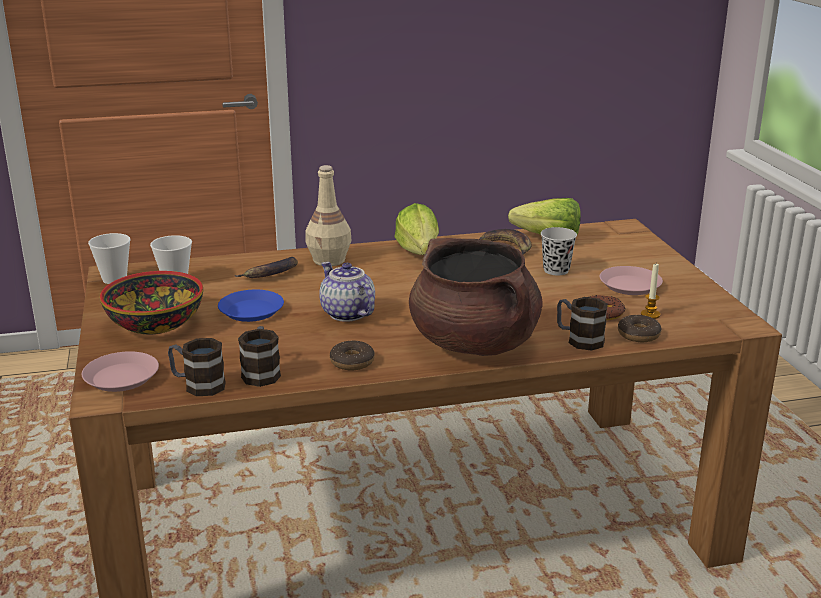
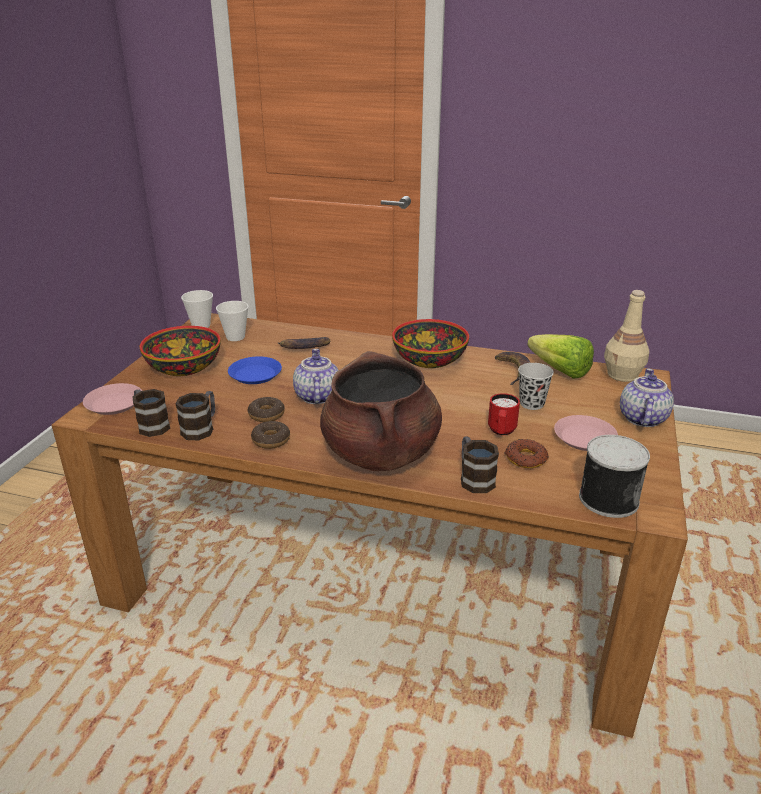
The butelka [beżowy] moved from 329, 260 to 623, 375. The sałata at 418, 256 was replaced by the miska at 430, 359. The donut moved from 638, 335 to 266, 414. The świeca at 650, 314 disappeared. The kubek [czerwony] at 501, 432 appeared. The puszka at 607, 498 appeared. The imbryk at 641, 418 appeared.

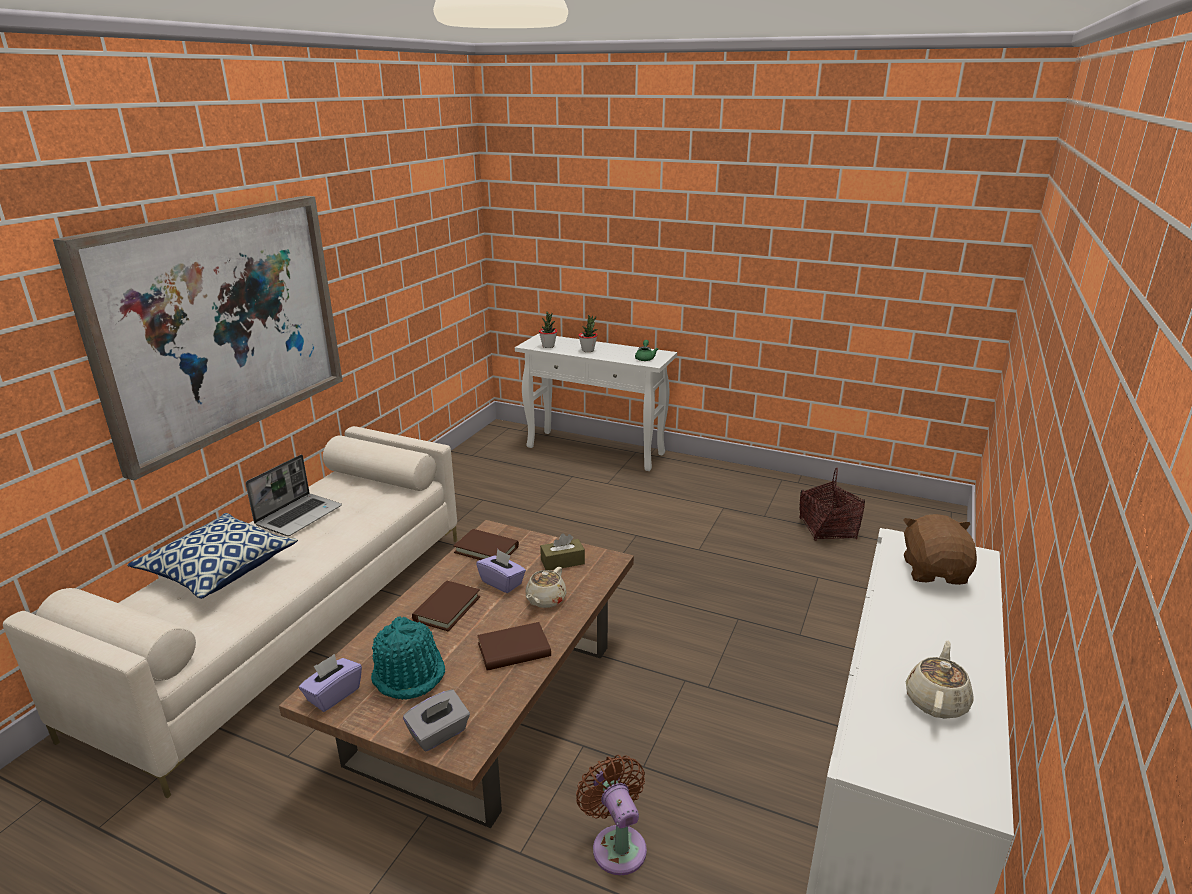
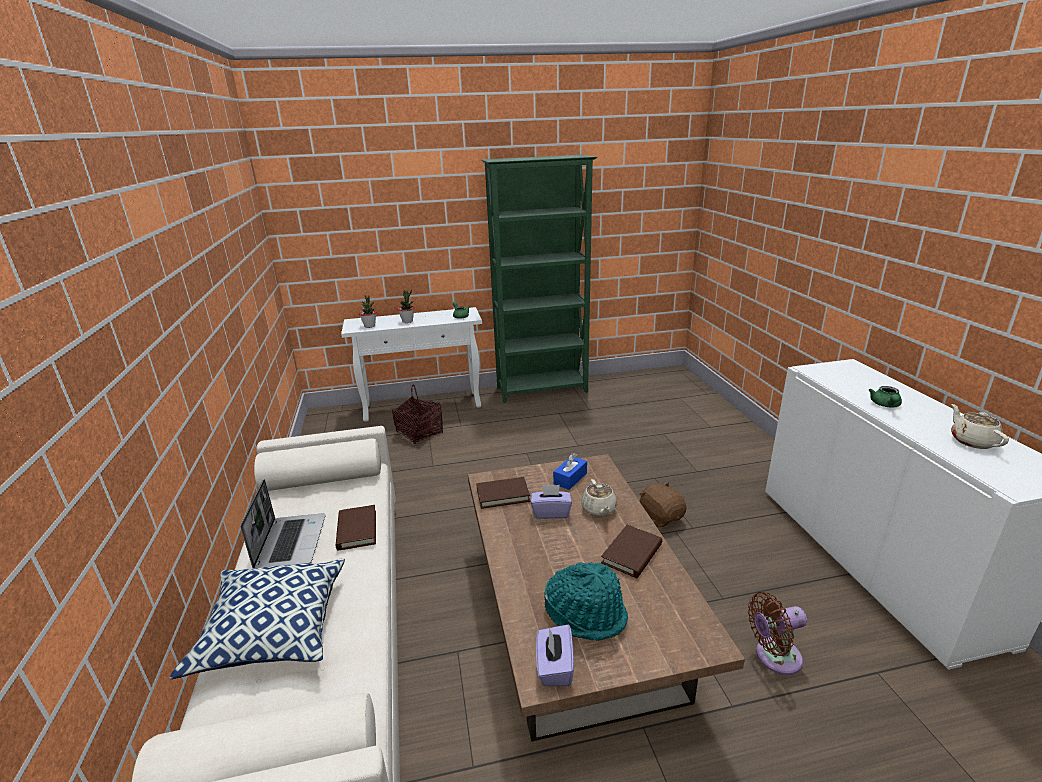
The obraz at 221, 324 disappeared. The pudełko chusteczek [szary] at 439, 734 disappeared. The książka [brązowy] moved from 447, 608 to 357, 530. The pudełko chusteczek [brązowy] at 562, 562 became the pudełko chusteczek [niebieski] at 570, 478. The wentylator [brązowy] at 617, 844 turned 45 degrees counterclockwise. The koszyk moved from 827, 529 to 419, 433. The pluszak [brązowy] moved from 934, 572 to 661, 517. The regał [zielony] at 543, 390 appeared. The imbryk [zielony] at 885, 405 appeared.

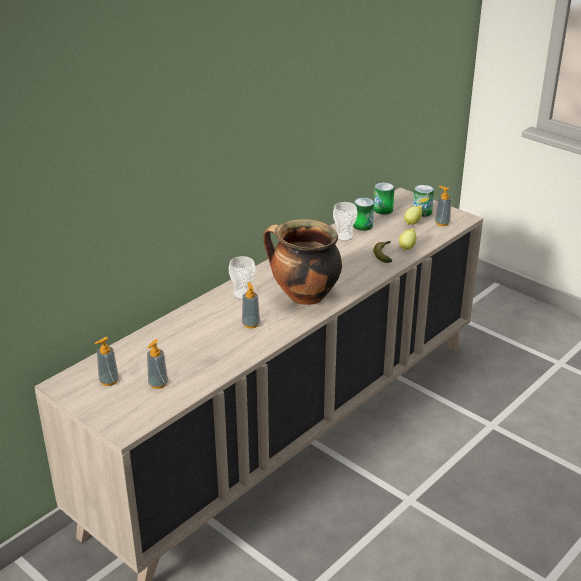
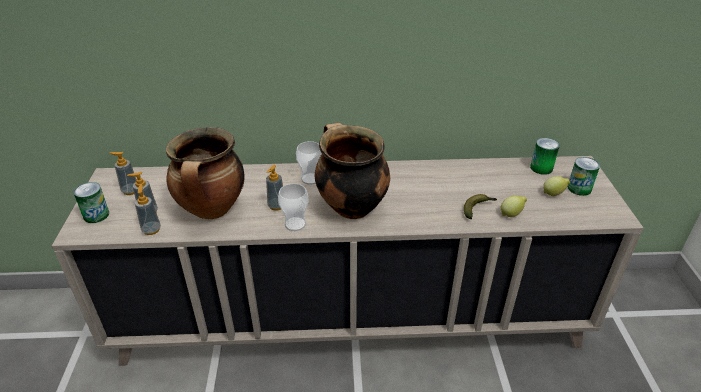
The filiżanka moved from 344, 237 to 295, 224. The puszka moved from 362, 225 to 96, 215. The dozownik mydła moved from 442, 223 to 151, 230. The garnek at 212, 210 appeared.

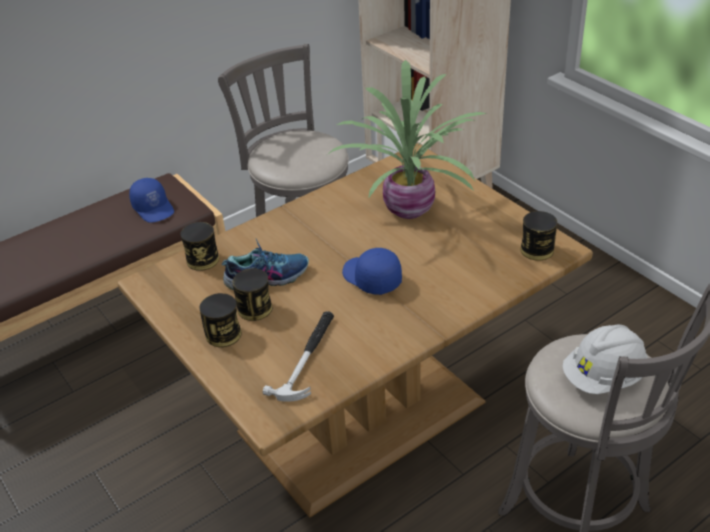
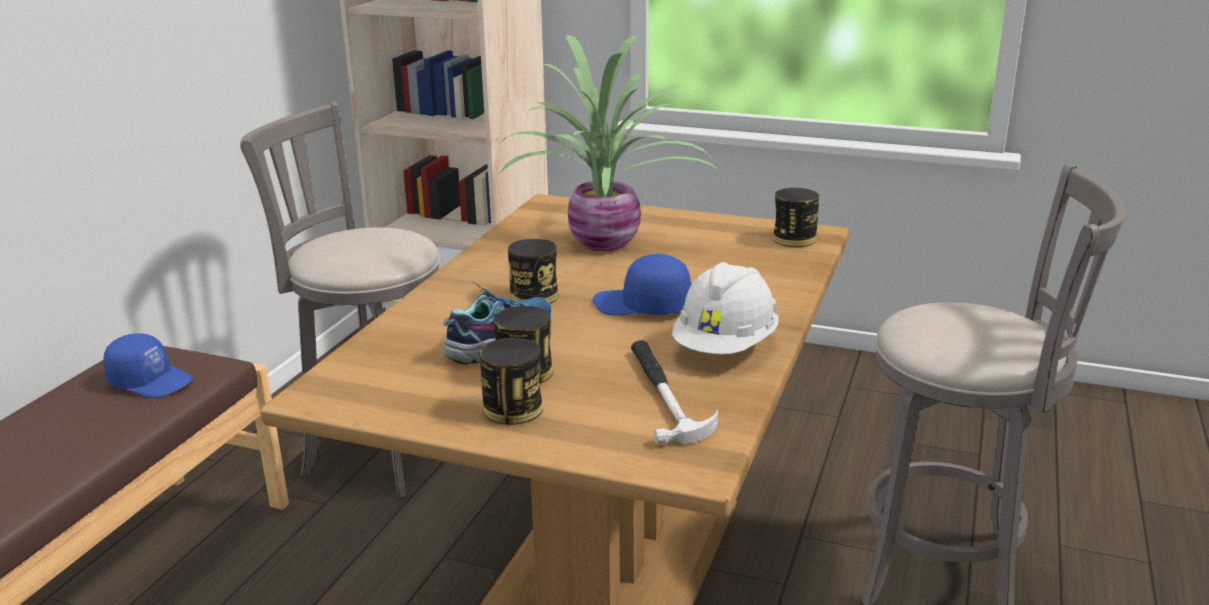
The puszka moved from 202, 260 to 534, 296. The kask [biały] moved from 604, 377 to 725, 347.

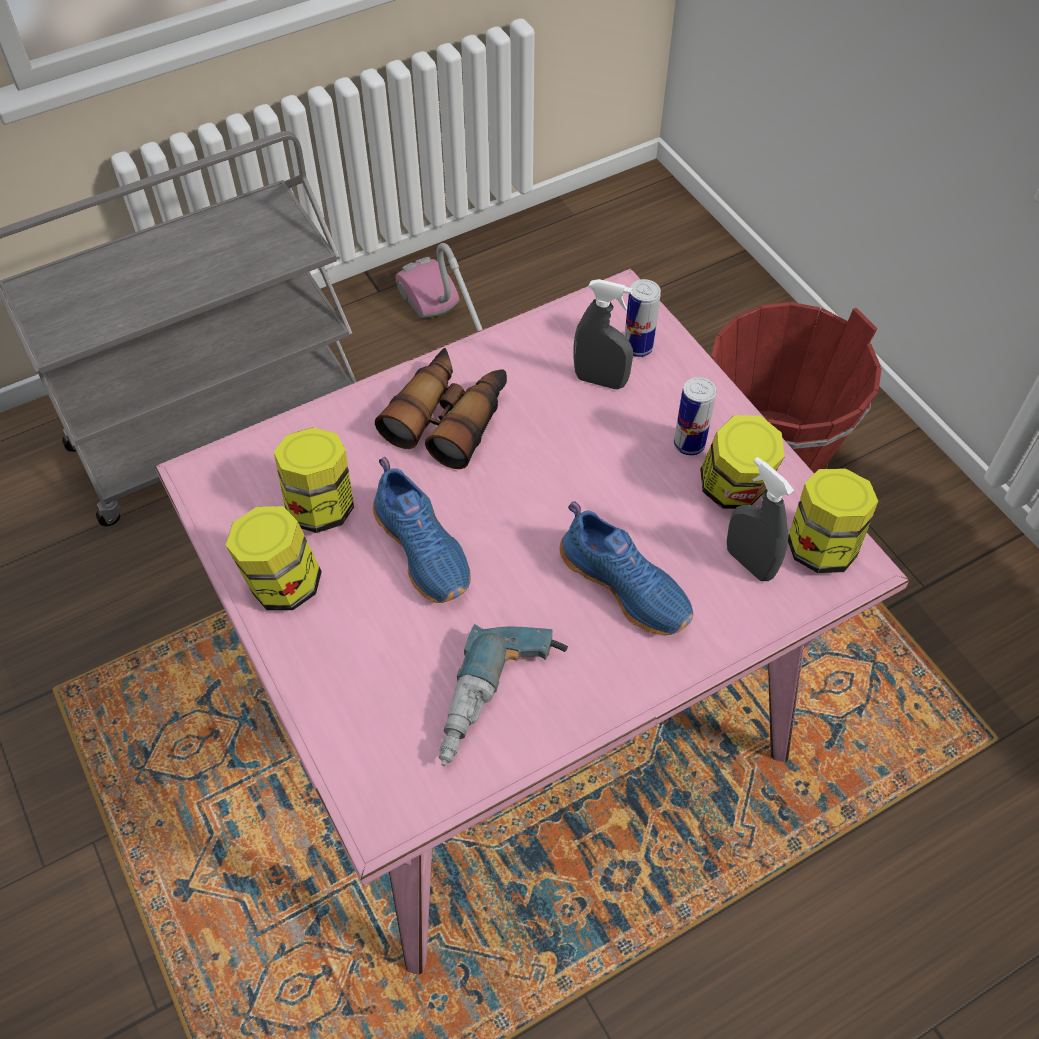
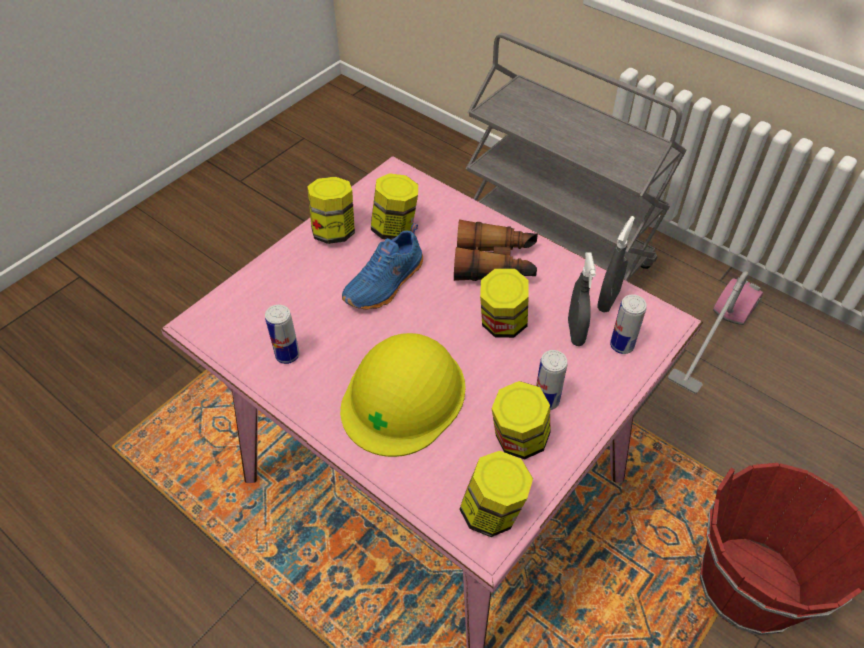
The wiertarka at 501, 705 was replaced by the puszka at 287, 355. The but [niebieski] at 627, 584 was replaced by the kask [żółty] at 404, 396. The spryskiwacz [szary] moved from 749, 562 to 608, 300. The słoik at 502, 324 appeared.

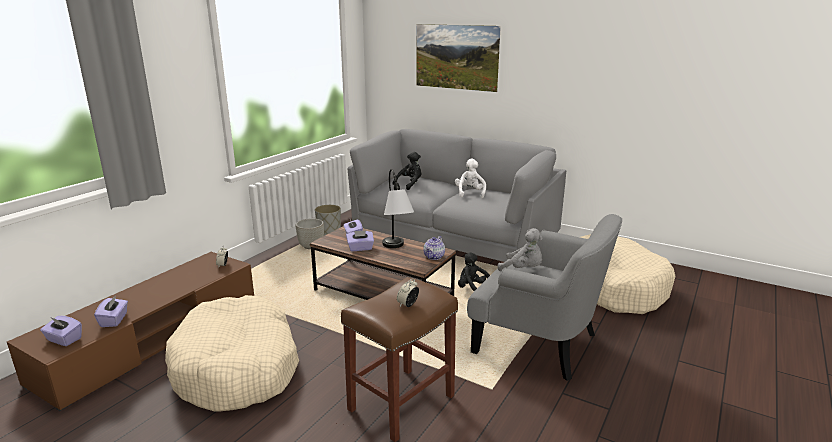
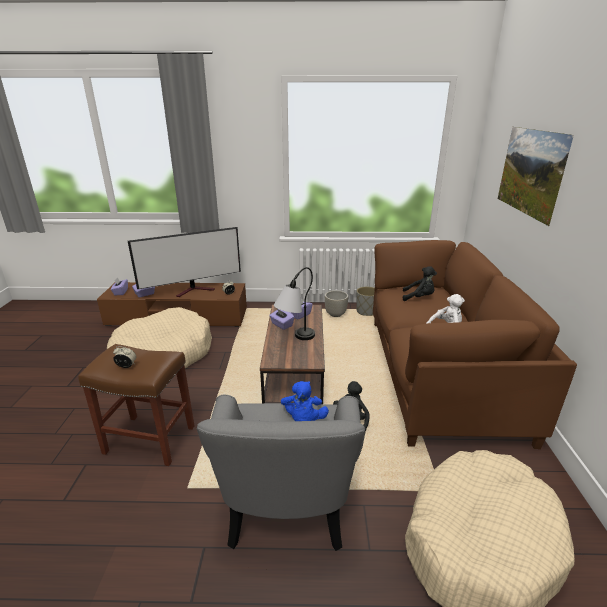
The kanapa [szary] at 454, 240 became the kanapa [brązowy] at 438, 373. The imbryk at 434, 257 disappeared. The pluszak [szary] at 523, 269 became the pluszak [niebieski] at 303, 419. The telewizor at 195, 290 appeared.

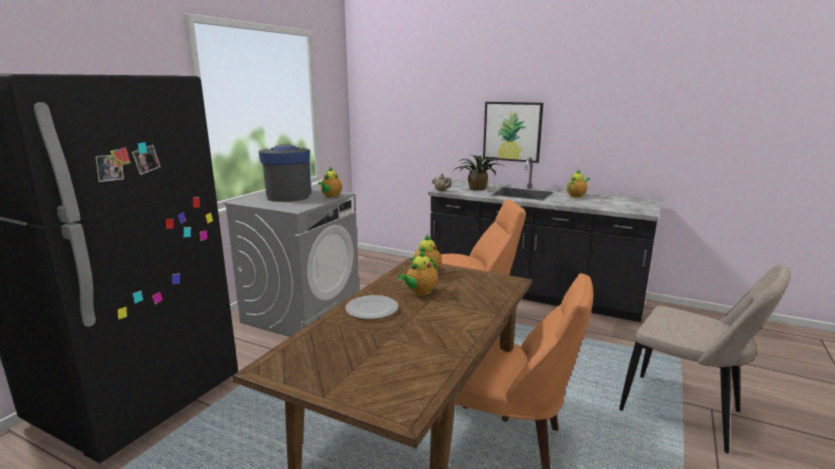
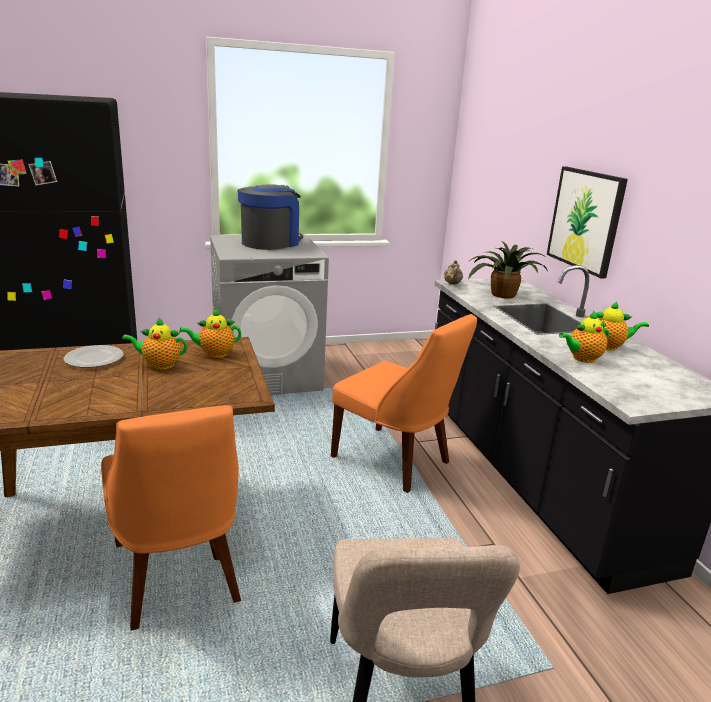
The imbryk moved from 331, 196 to 582, 359.

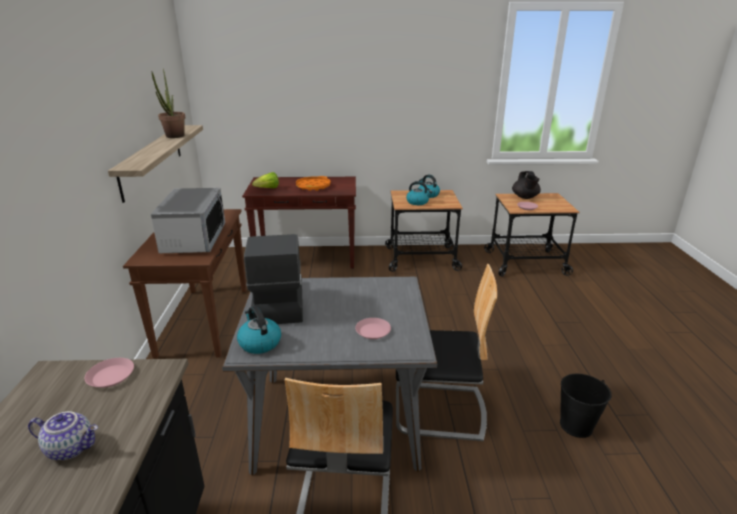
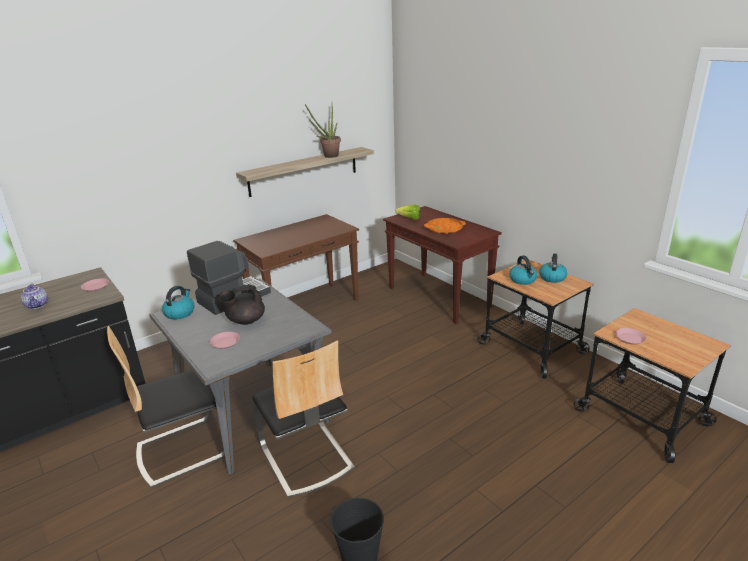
The mikrofalówka at 194, 239 disappeared. The imbryk [czarny] moved from 525, 197 to 245, 321.

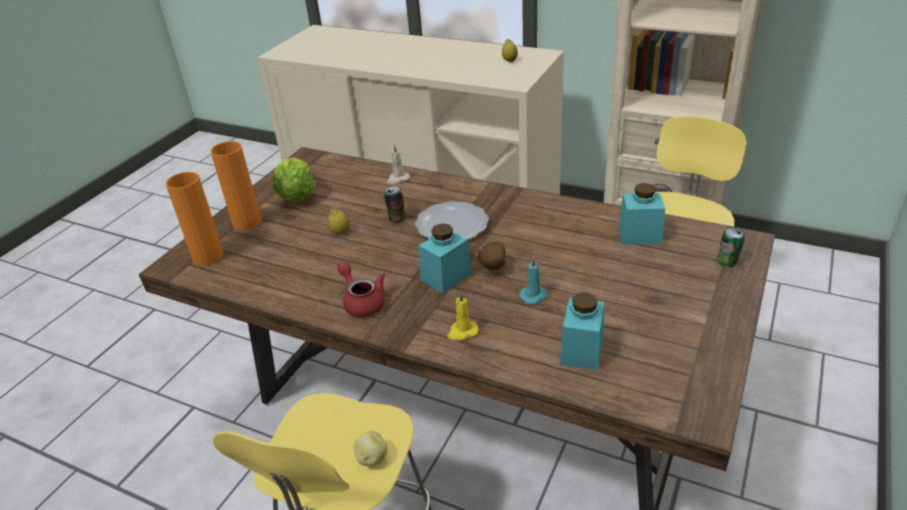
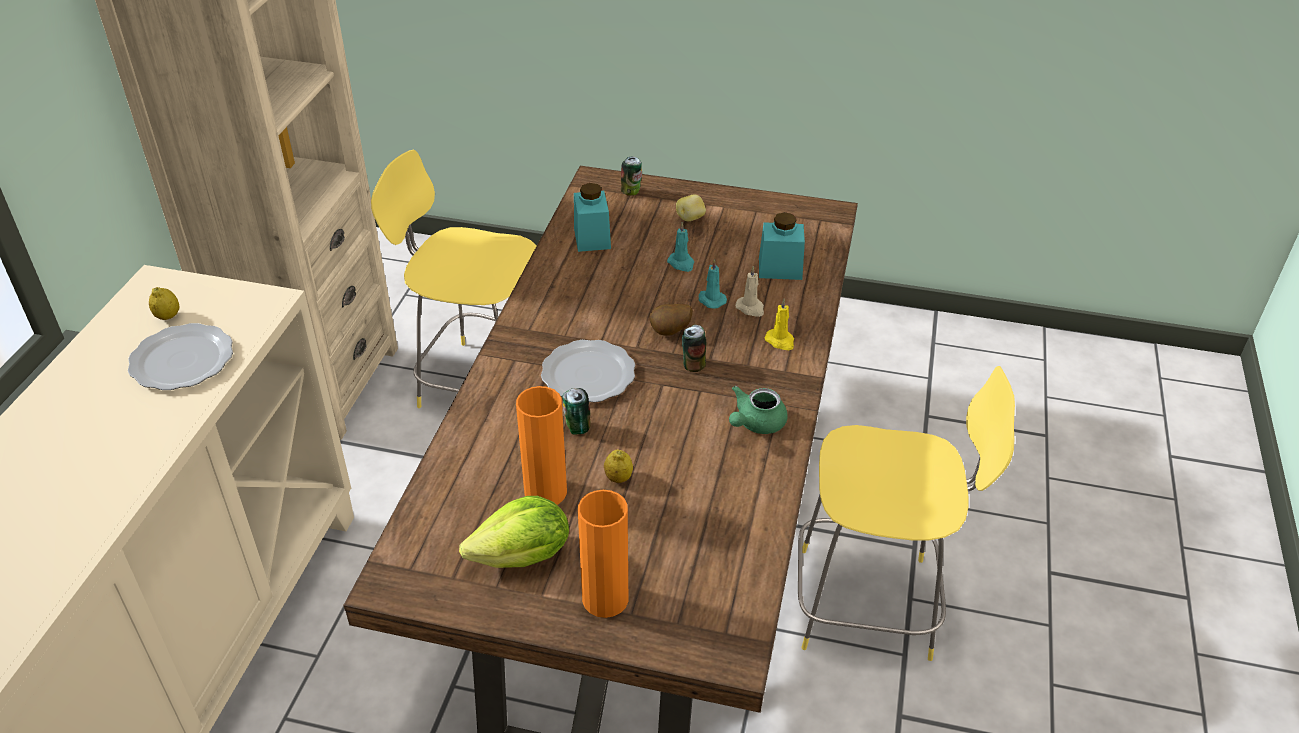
The wazon [pomarańczowy] moved from 208, 256 to 545, 492. The imbryk [czerwony] at 362, 301 became the imbryk [zielony] at 755, 423. The ziemniak moved from 371, 458 to 690, 218. The świeca [beżowy] moved from 397, 179 to 750, 308. The słoik [turkusowy] at 446, 276 was replaced by the puszka at 693, 364. The talerz at 182, 359 appeared. The świeca [turkusowy] at 681, 263 appeared.

